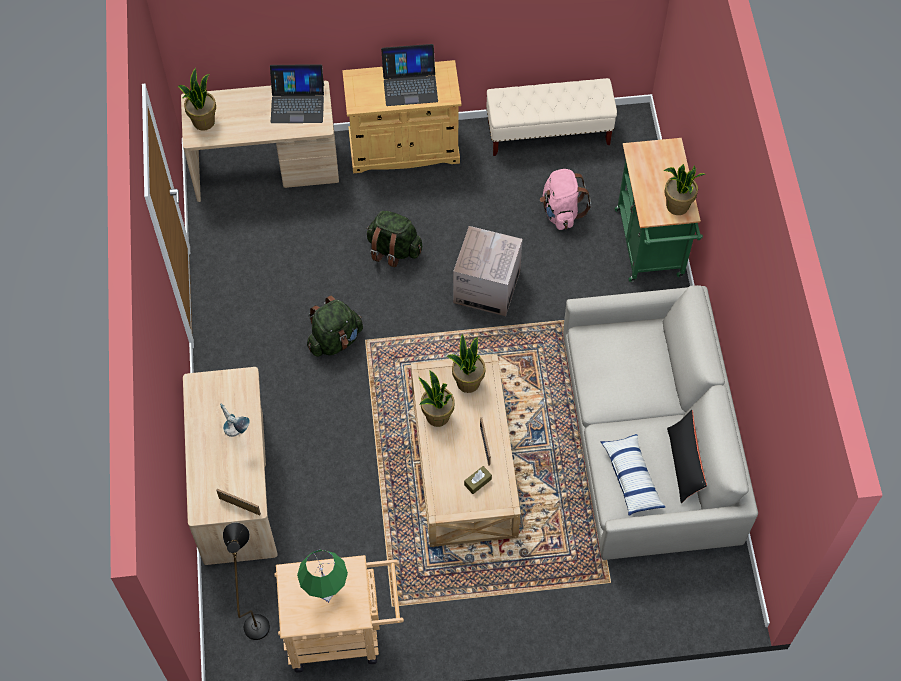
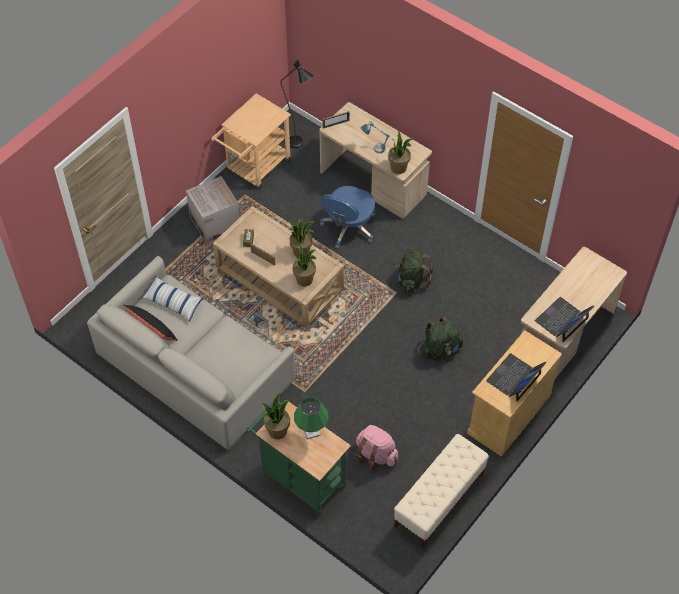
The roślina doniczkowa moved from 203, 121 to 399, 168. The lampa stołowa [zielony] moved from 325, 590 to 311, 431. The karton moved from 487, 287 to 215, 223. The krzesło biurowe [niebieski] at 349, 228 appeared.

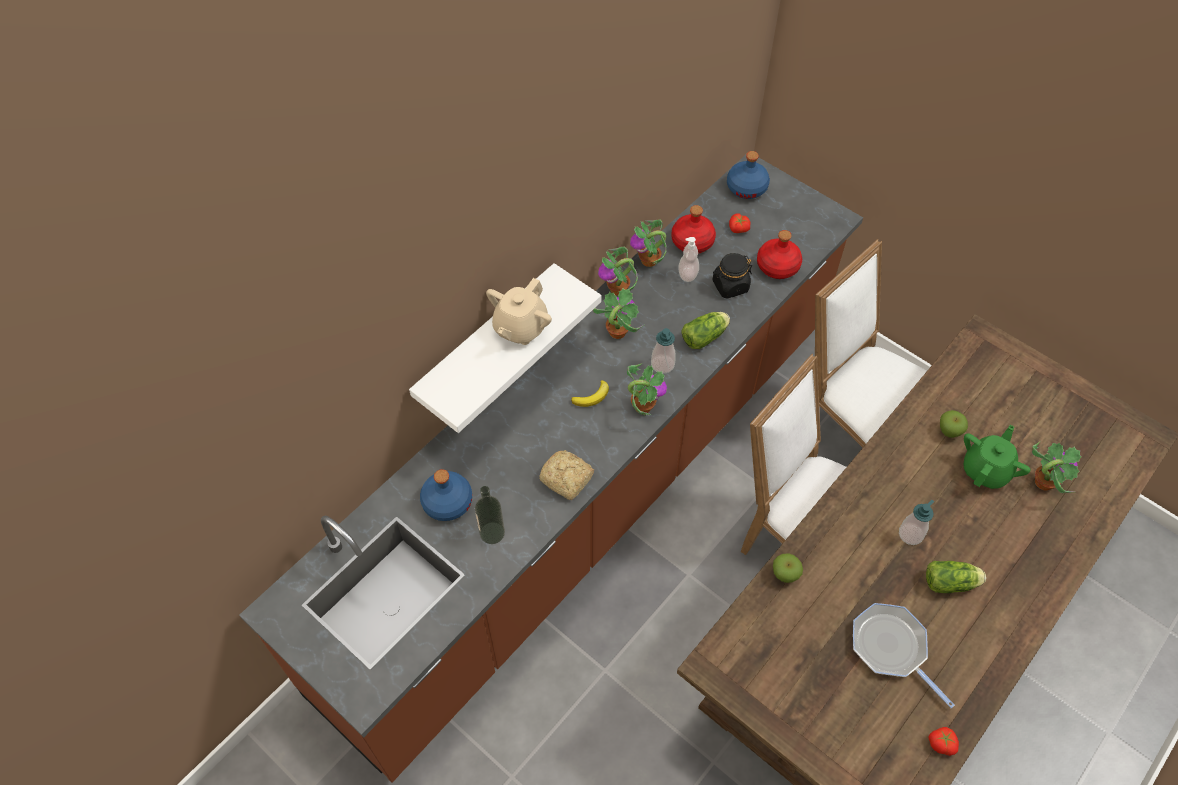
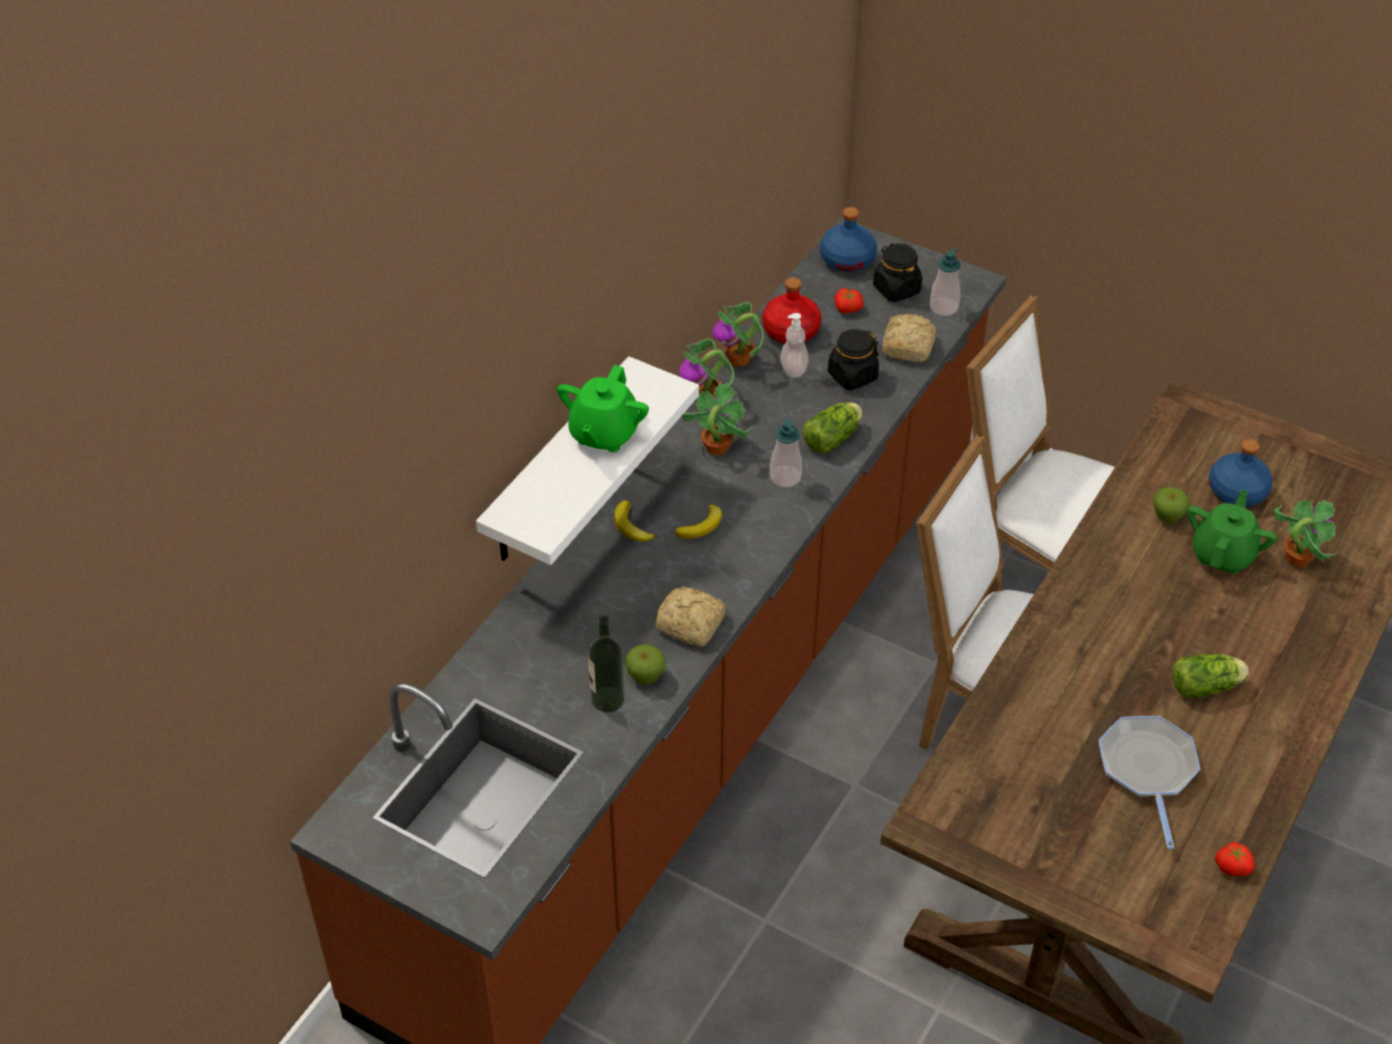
The butelka [niebieski] moved from 447, 502 to 1236, 491. The imbryk [beżowy] at 520, 328 became the imbryk [zielony] at 603, 434. The roślina doniczkowa at 642, 406 disappeared. The butelka [czerwony] at 778, 266 was replaced by the chleb at 909, 345. The jabłko moved from 785, 574 to 645, 676. The patelnia at 891, 648 turned 45 degrees clockwise. The dozownik mydła moved from 910, 534 to 944, 307. The banan at 631, 526 appeared. The słoik [czarny] at 896, 289 appeared.

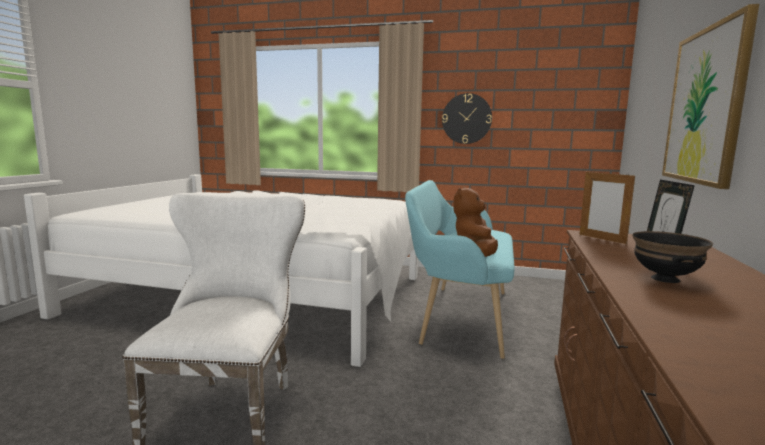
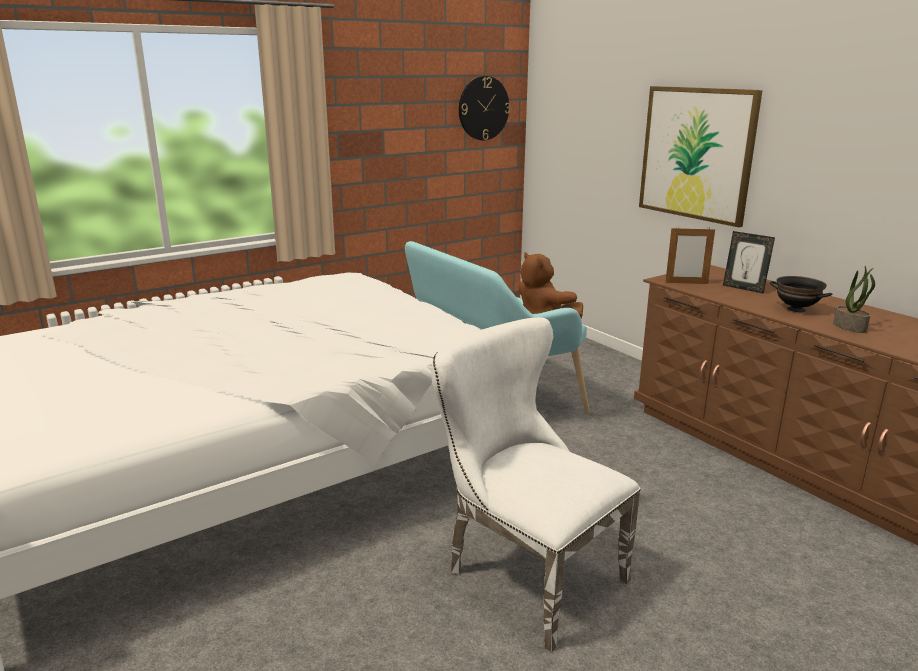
The zegar ścienny moved from 466, 118 to 483, 108. The roślina doniczkowa at 850, 327 appeared.

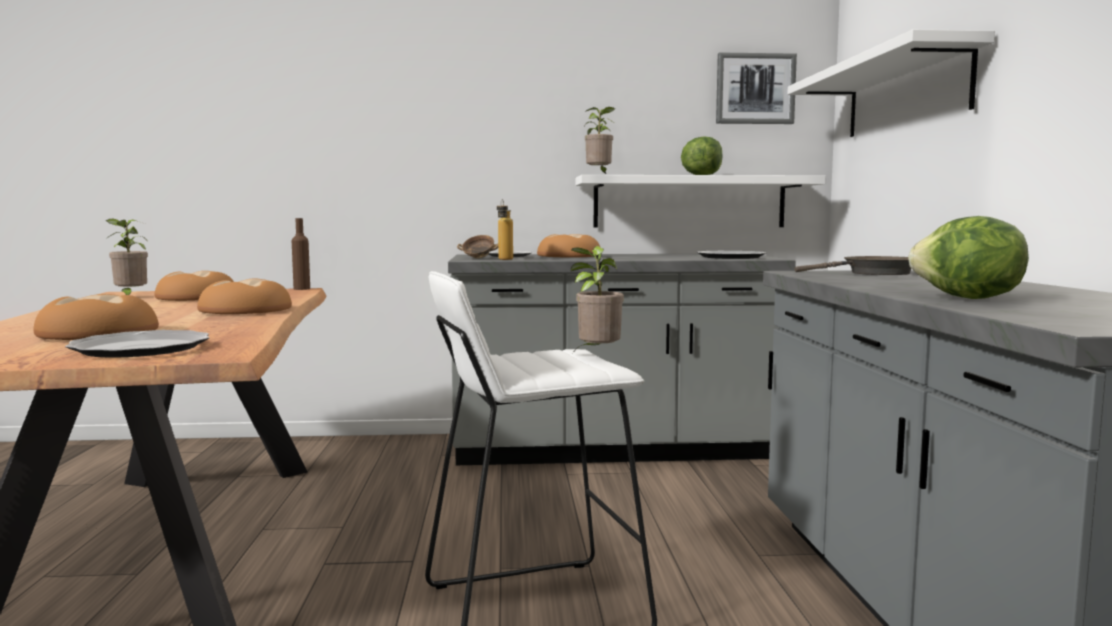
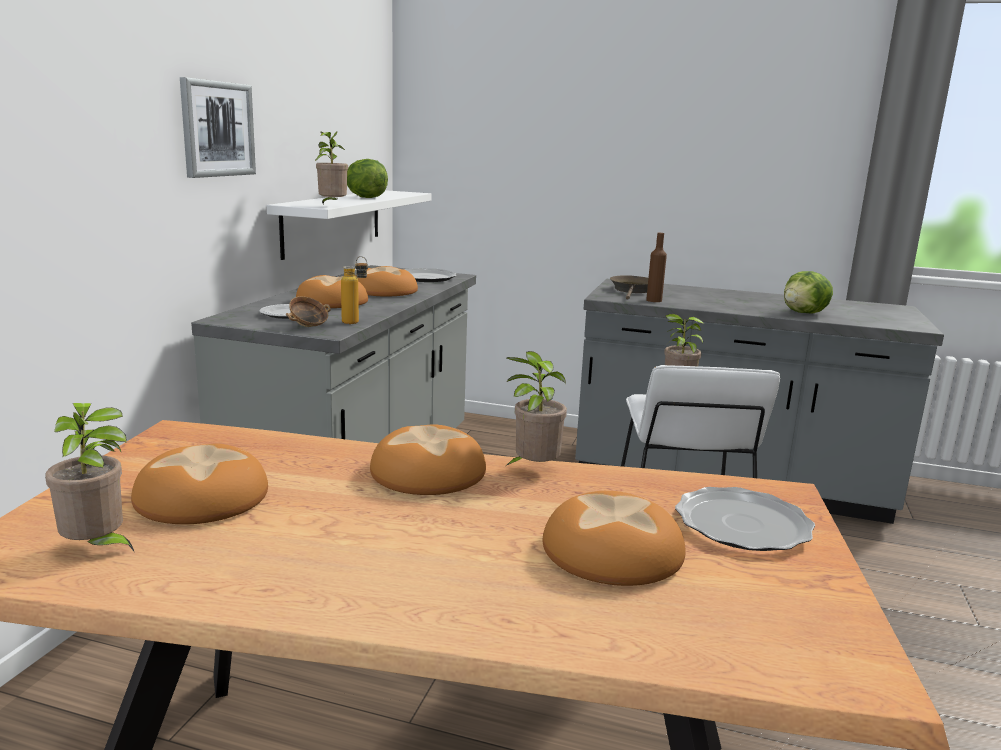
The butelka [brązowy] moved from 301, 289 to 654, 300. The obraz moved from 755, 89 to 217, 129. The półka [biały] at 905, 94 disappeared. The chleb at 383, 291 appeared. The roślina doniczkowa at 533, 470 appeared.

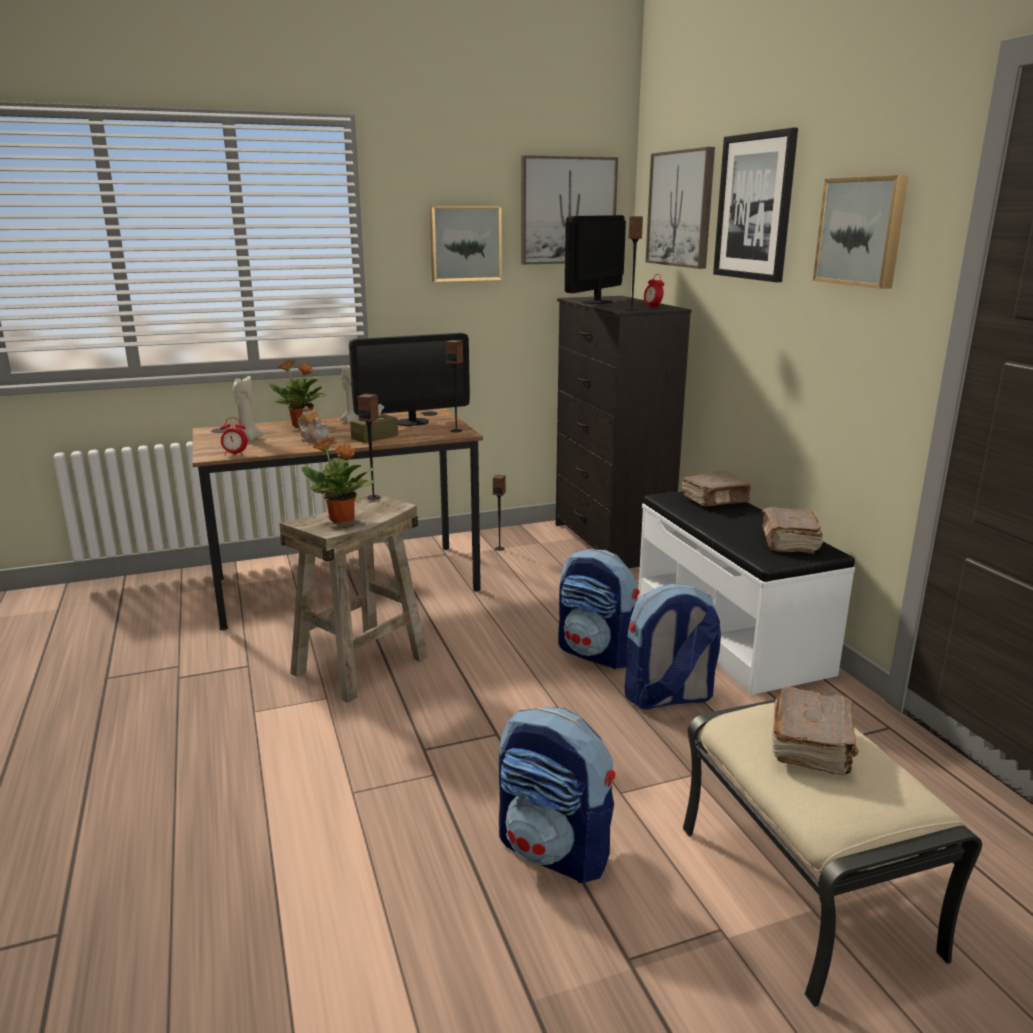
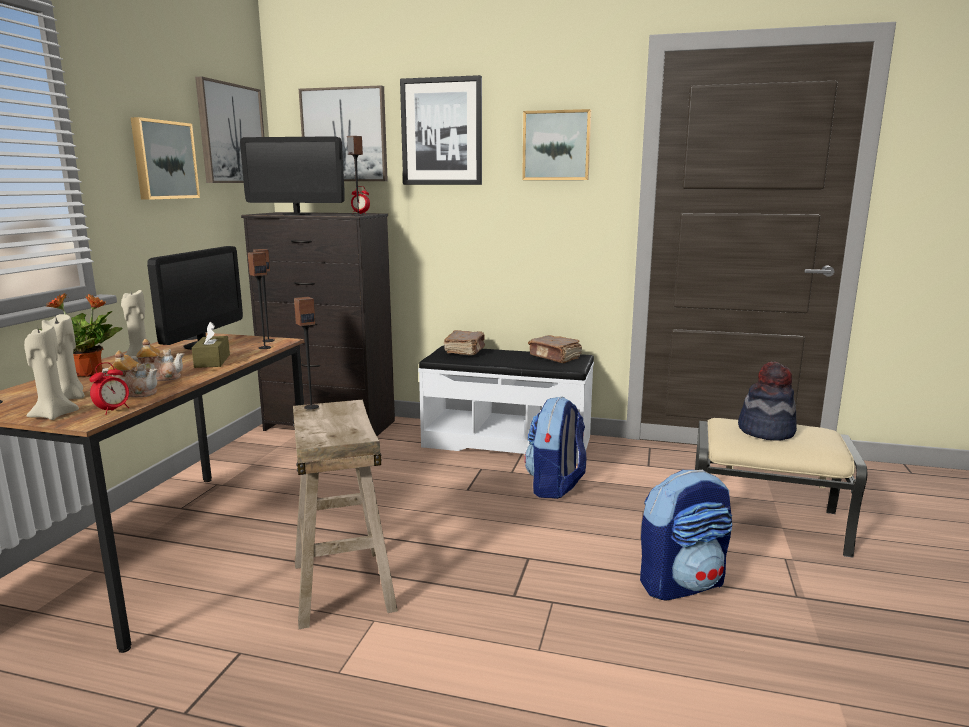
The roślina doniczkowa at 342, 519 disappeared. The głośnik moved from 499, 548 to 264, 347. The plecak at 597, 653 disappeared. The monitor at 597, 302 turned 60 degrees counterclockwise. The książka [brązowy] at 812, 745 was replaced by the kapelusz at 766, 431. The świeca [beżowy] at 53, 415 appeared. The imbryk at 134, 393 appeared.

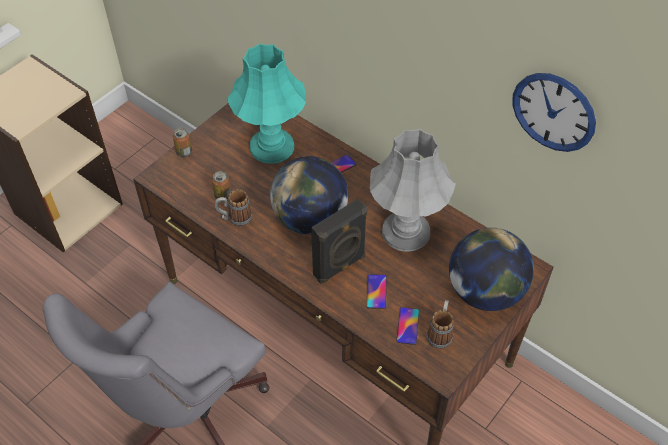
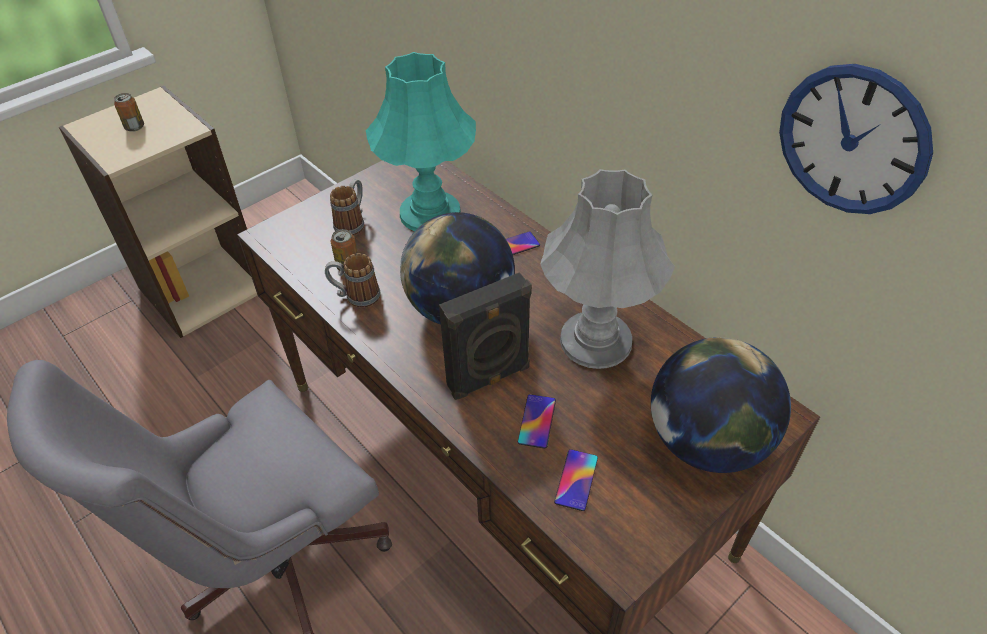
The puszka moved from 184, 152 to 135, 127. The kubek moved from 440, 332 to 353, 223.

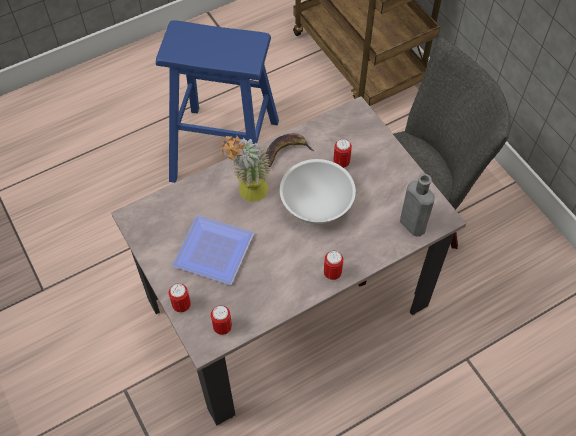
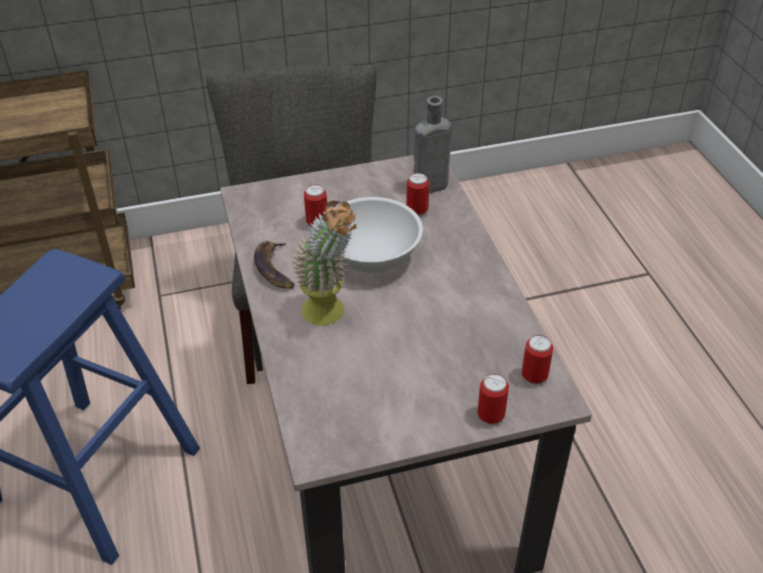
The talerz at 211, 252 disappeared. The puszka moved from 332, 273 to 417, 211.

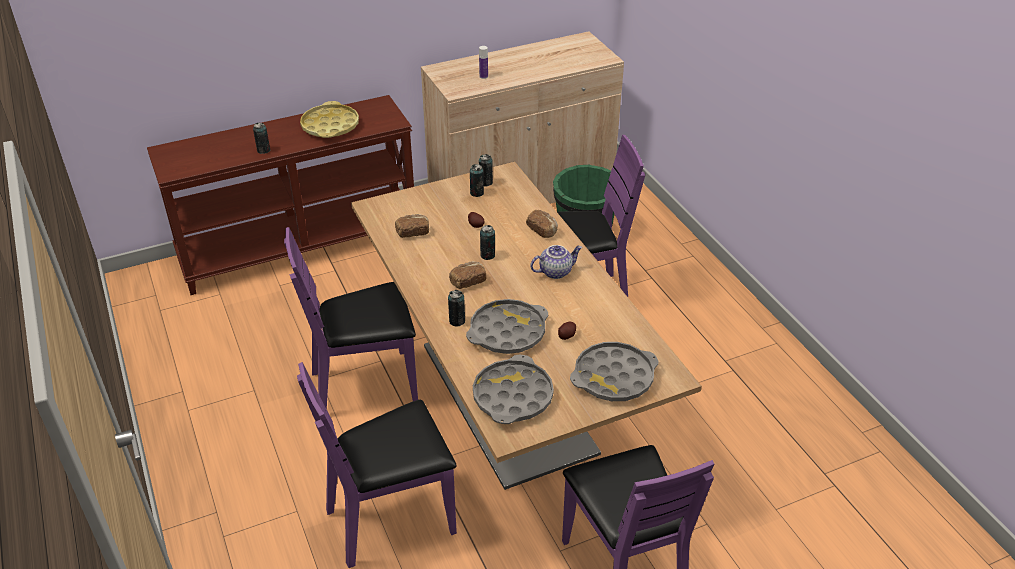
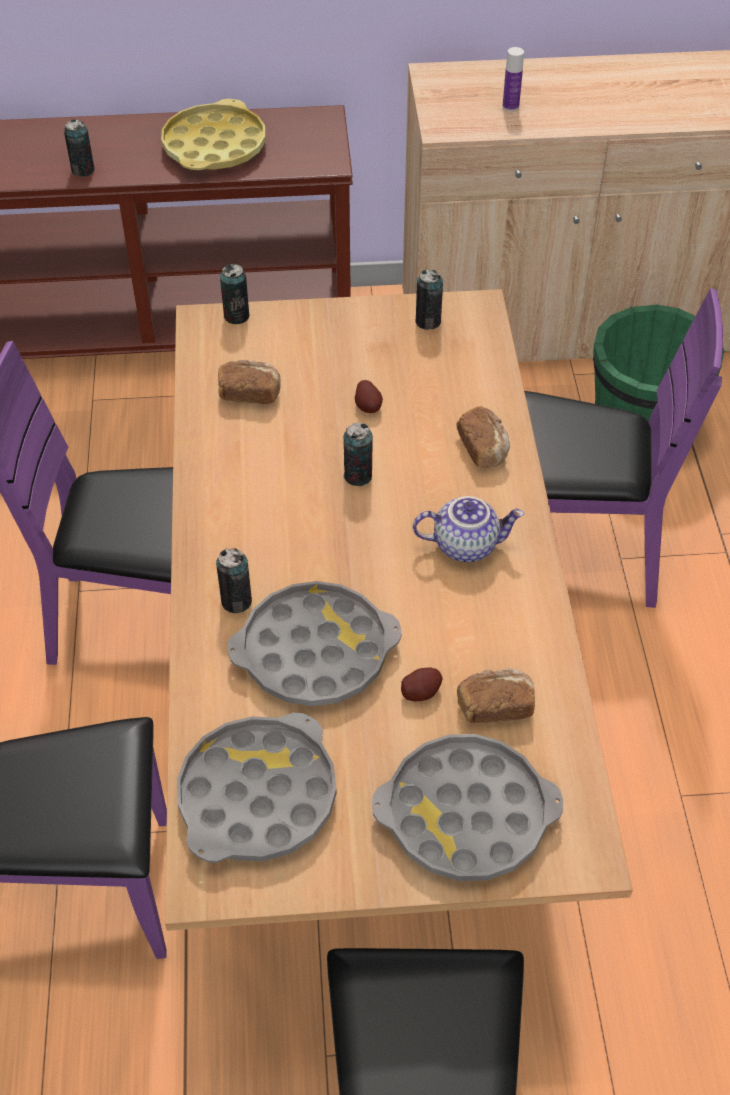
The chleb moved from 467, 281 to 494, 706. The puszka moved from 477, 193 to 236, 316.

